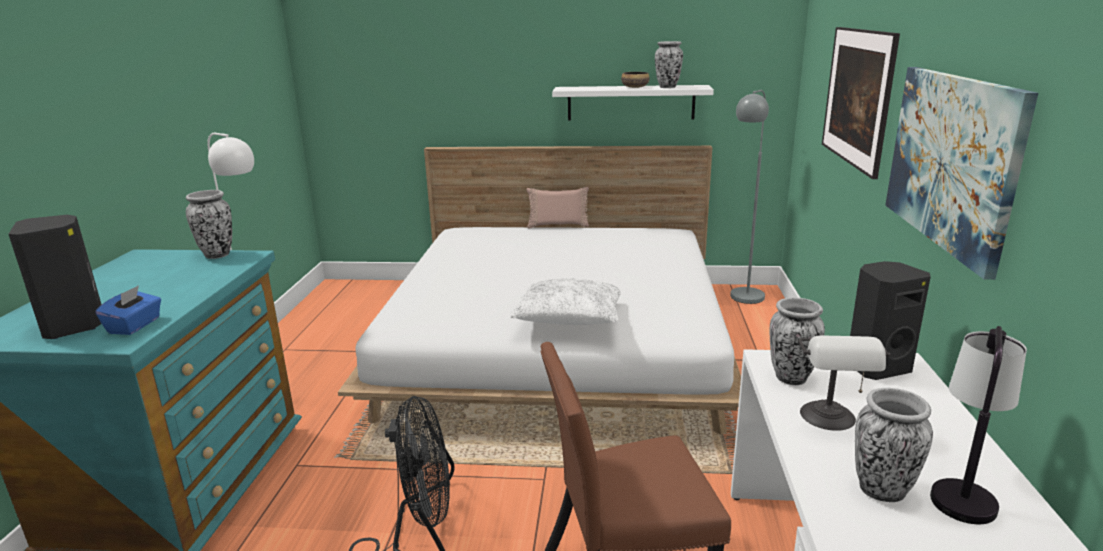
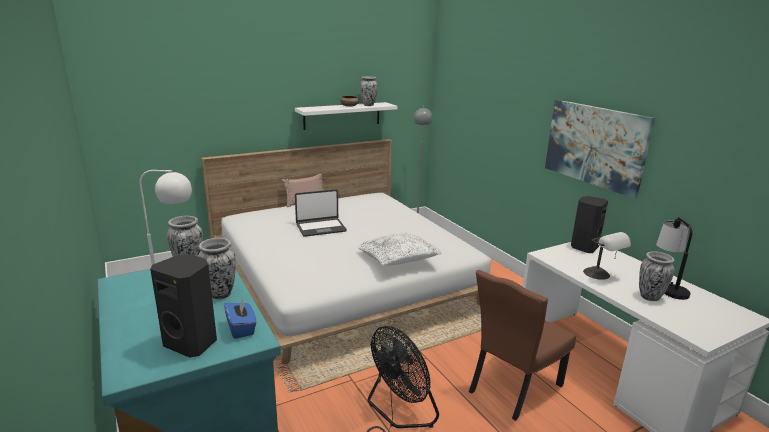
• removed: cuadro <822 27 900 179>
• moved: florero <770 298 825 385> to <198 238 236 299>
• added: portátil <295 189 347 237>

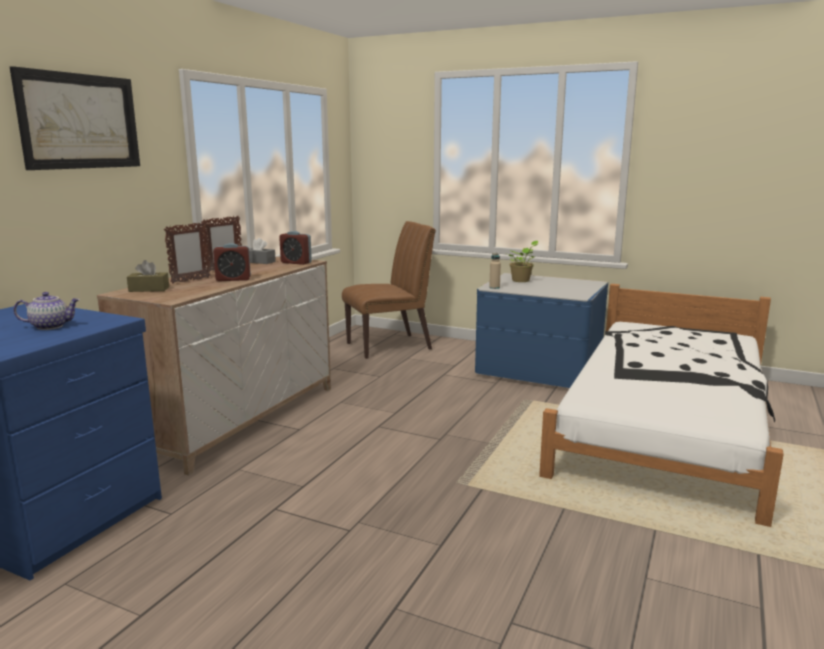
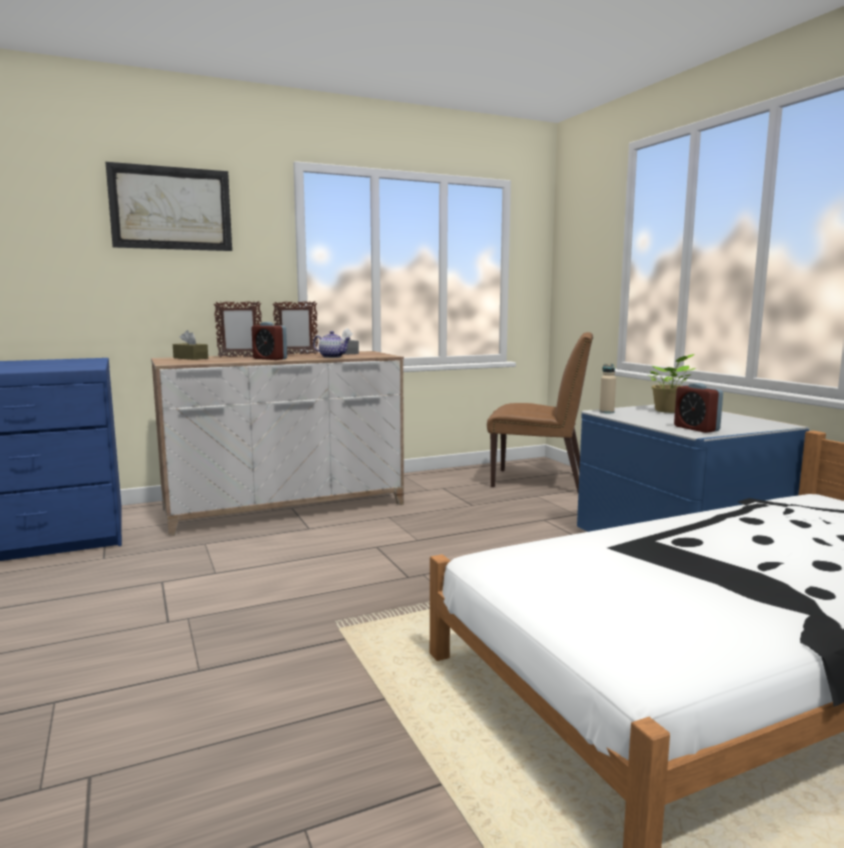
• moved: despertador <279 231 312 265> to <674 383 723 433>
• moved: tetera <13 292 80 330> to <313 331 351 358>

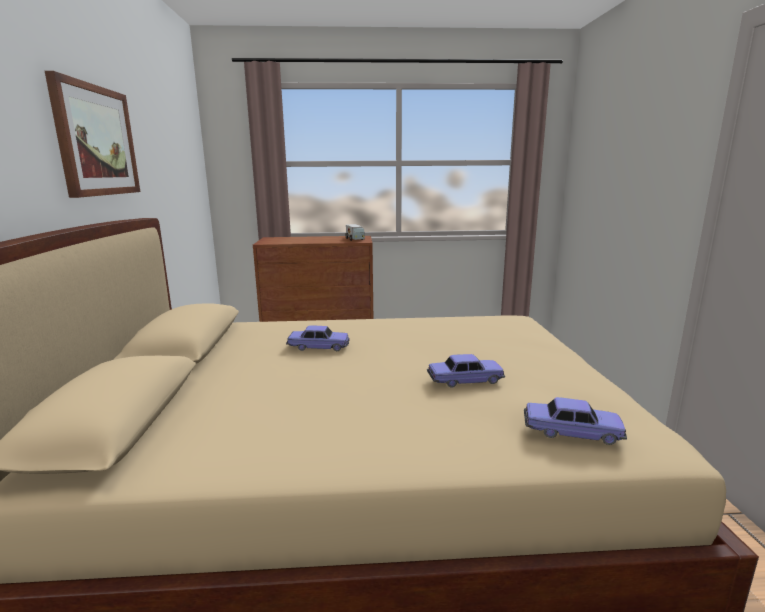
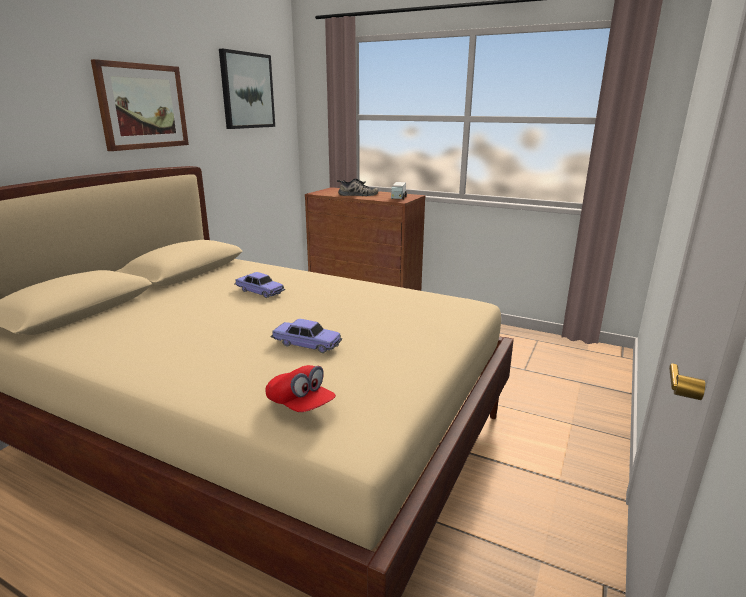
• replaced: coche de juguete <524 397 627 445> to gorra [rojo] <265 365 336 412>
• added: cuadro <219 49 275 129>
• added: zapato <337 178 379 196>

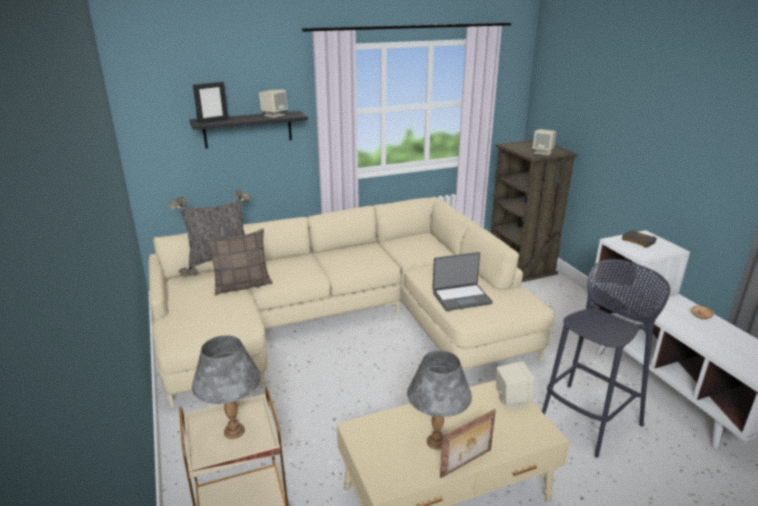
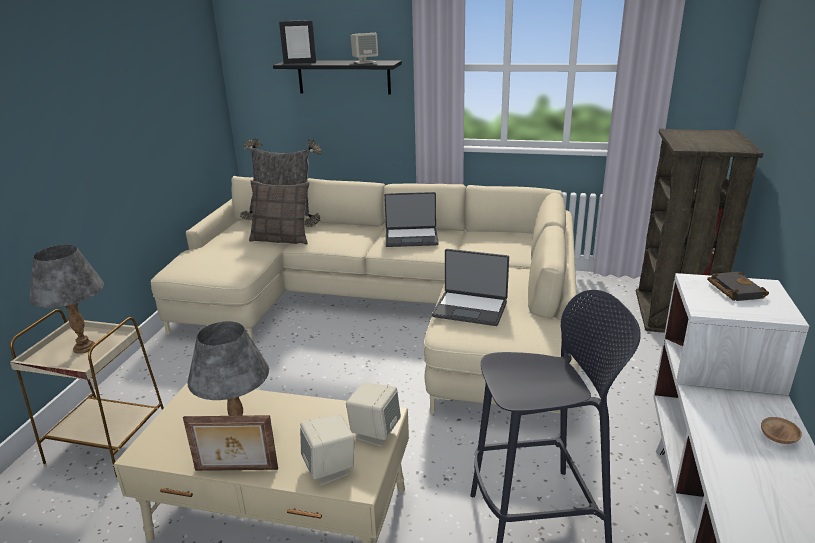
• moved: altavoz [beis] <532 129 557 155> to <300 414 354 485>
• added: portátil <384 192 439 247>

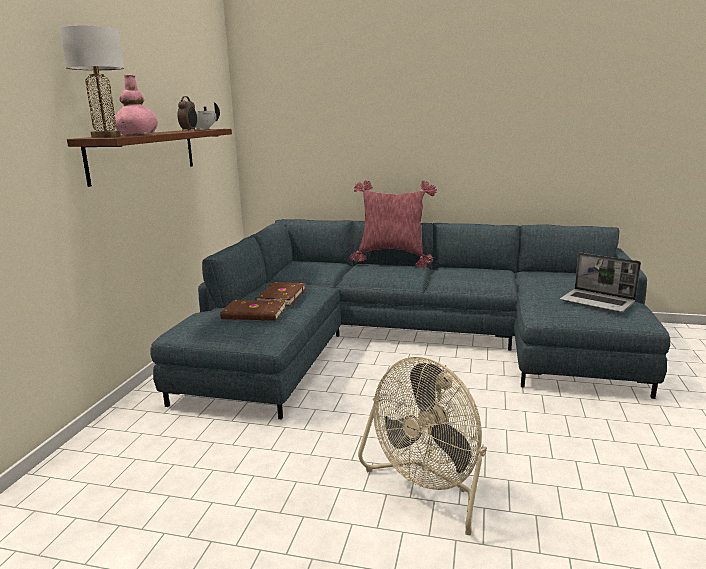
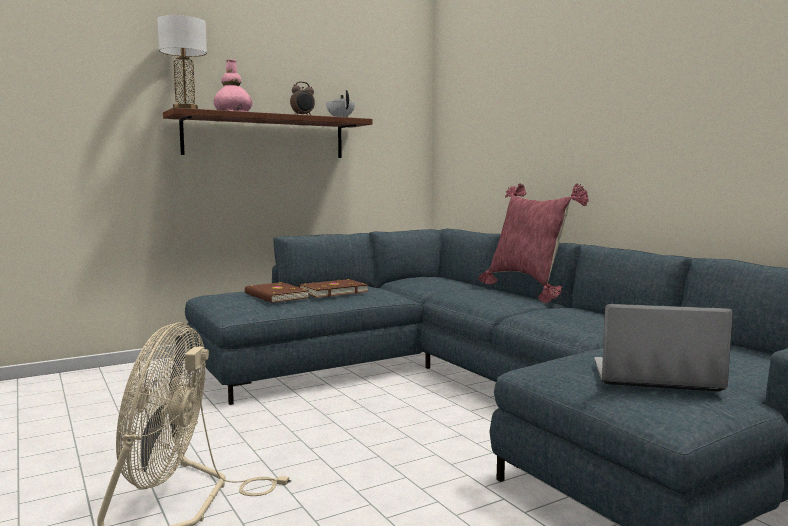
• turned: portátil <560 253 641 313> = <594 304 733 392> 105 degrees clockwise

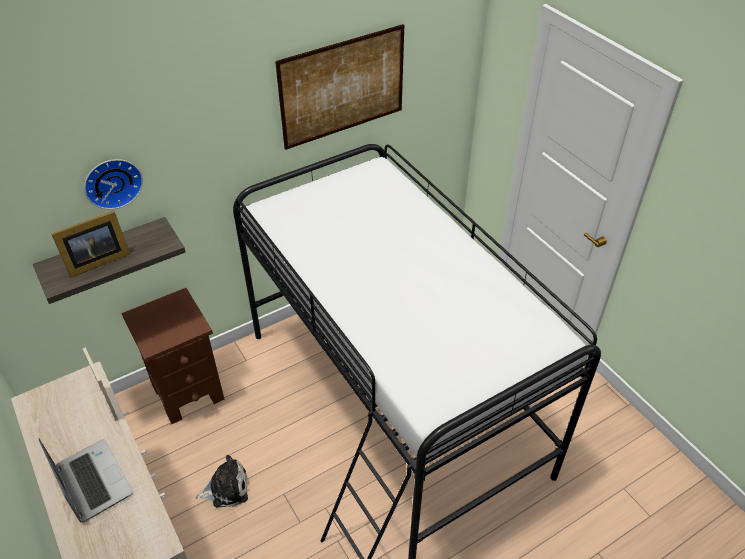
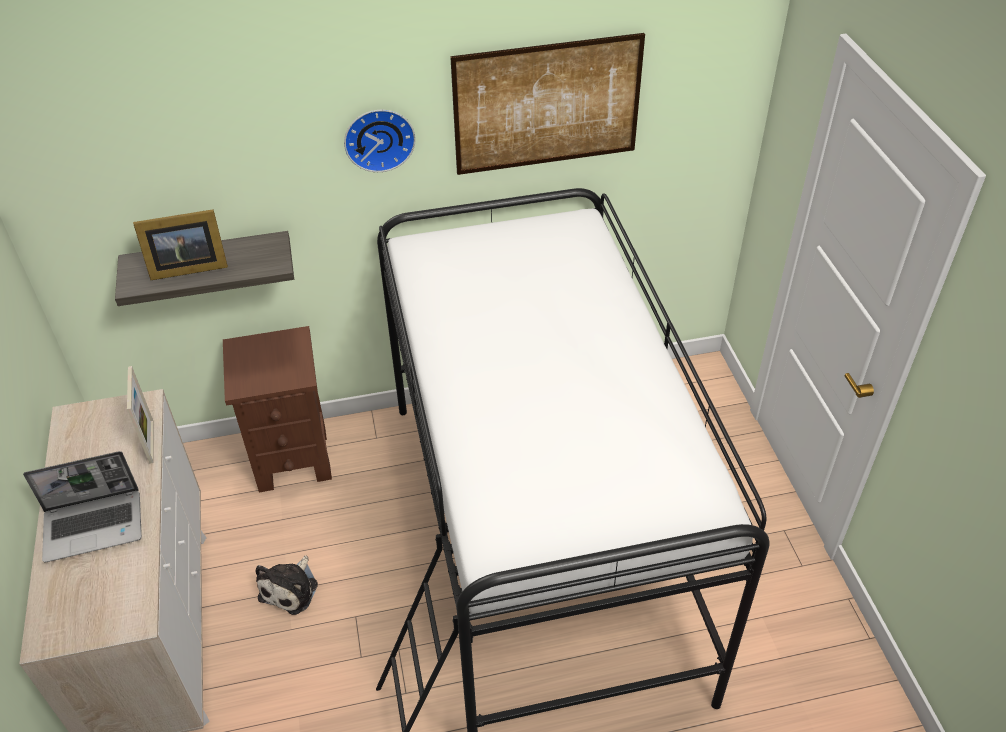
• moved: reloj de pared <84 159 143 209> to <344 110 416 172>
• turned: portátil <38 438 133 522> = <23 451 142 563> 90 degrees clockwise
• turned: peluche <196 455 248 507> = <256 555 318 615> 105 degrees clockwise

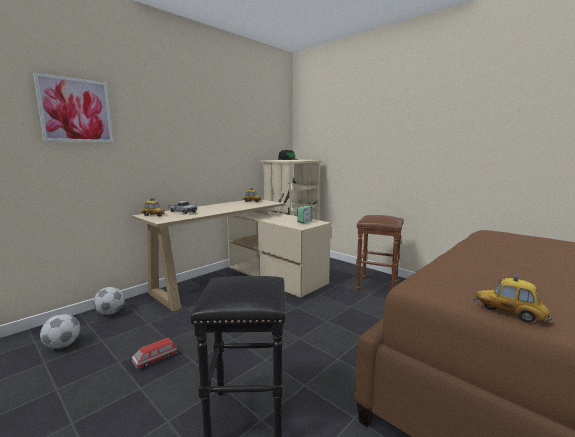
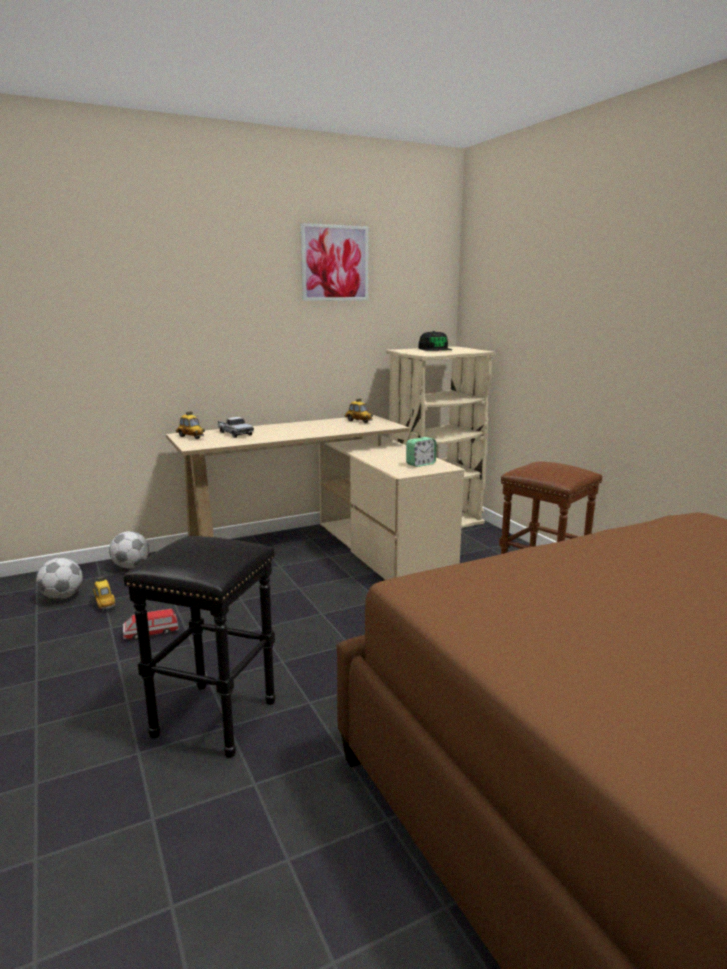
• moved: cuadro <33 73 113 142> to <300 223 368 301>
• moved: coche de juguete <474 273 552 323> to <93 577 115 611>

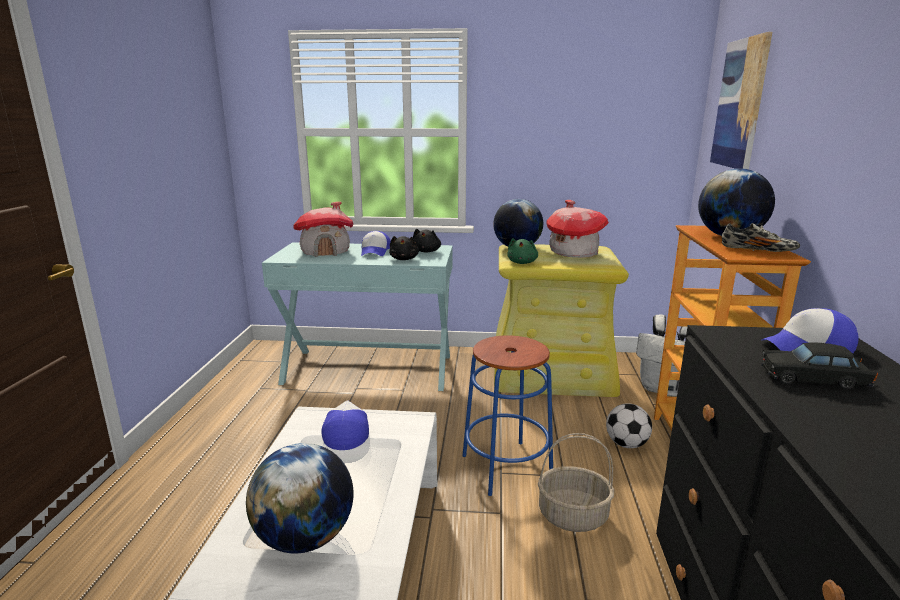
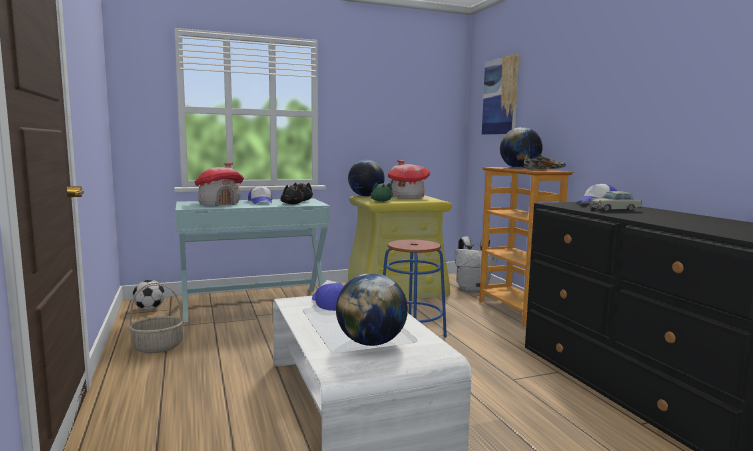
• recoloured: coche de juguete [negro] <761 343 878 389> to coche de juguete [beis] <589 191 642 212>
• moved: balón de fútbol <606 403 652 448> to <132 280 165 310>
• moved: cesta <538 433 614 532> to <128 283 184 353>

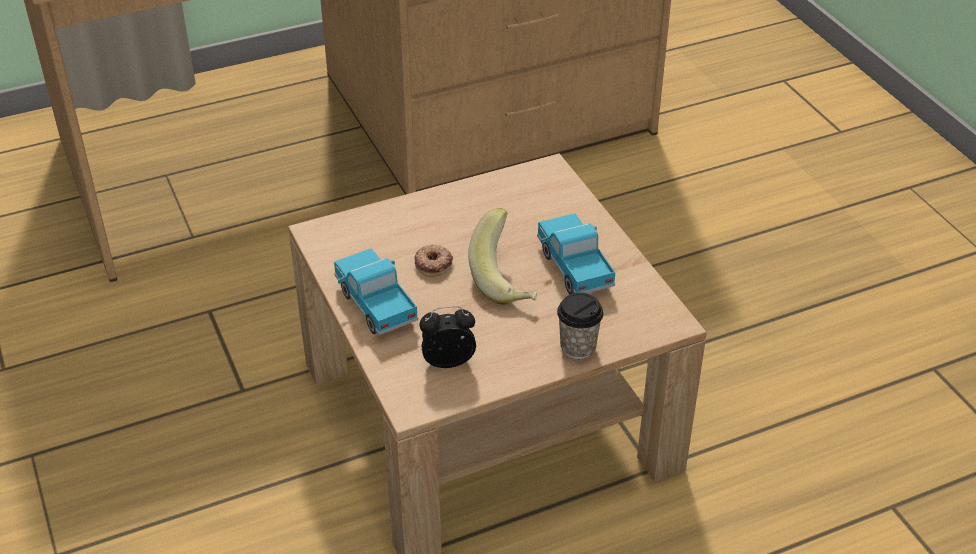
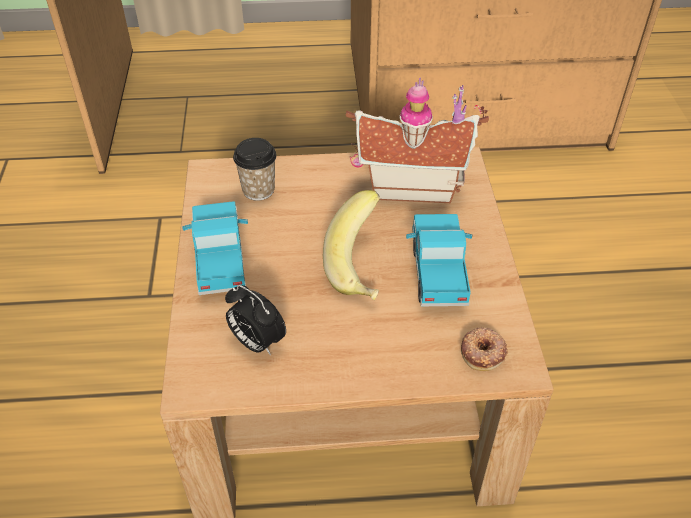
• moved: rosquilla <414 244 453 277> to <461 327 508 371>
• moved: taza <557 292 604 359> to <233 138 277 201>
• turned: despertador <419 306 476 368> = <225 285 286 355> 150 degrees counterclockwise
• added: casita <346 78 489 203>

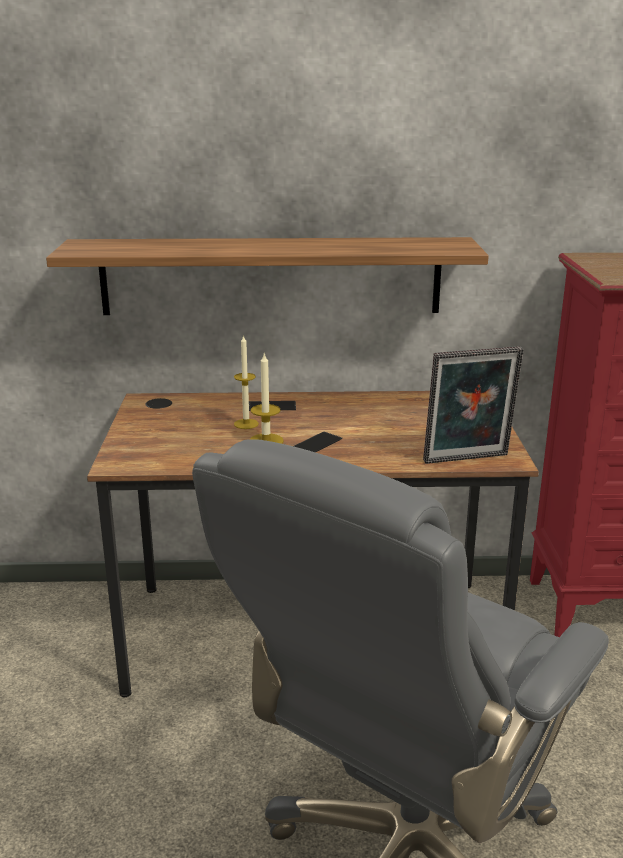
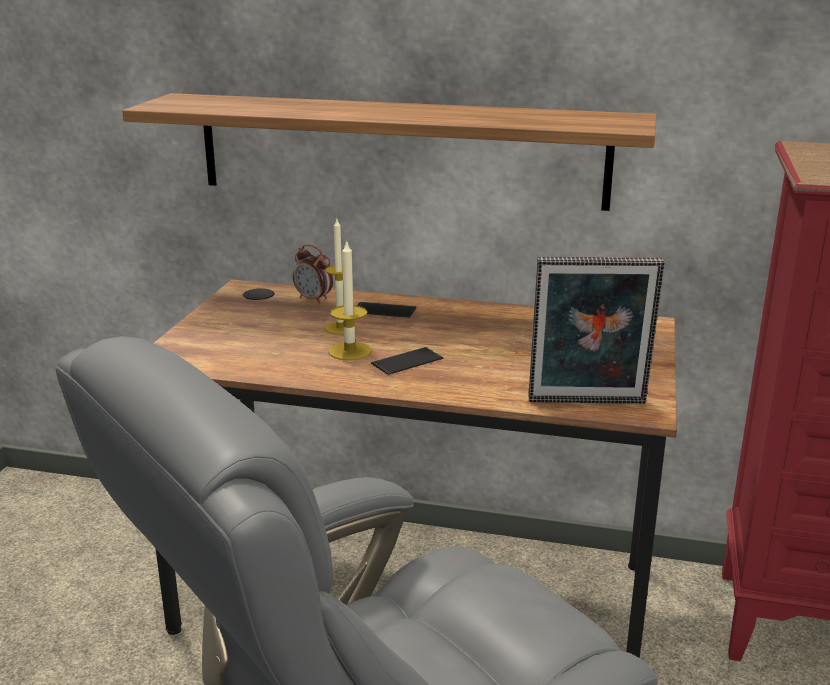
• added: despertador <293 244 333 304>

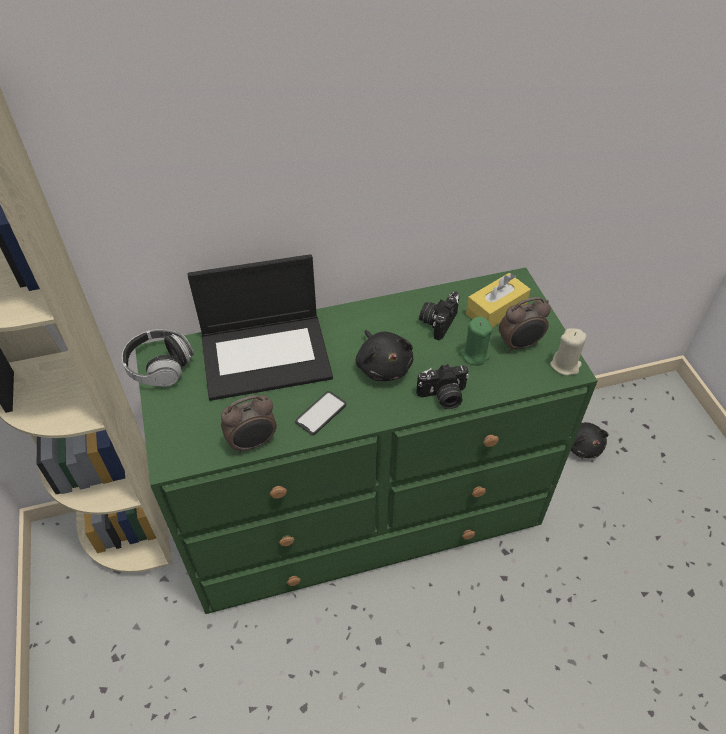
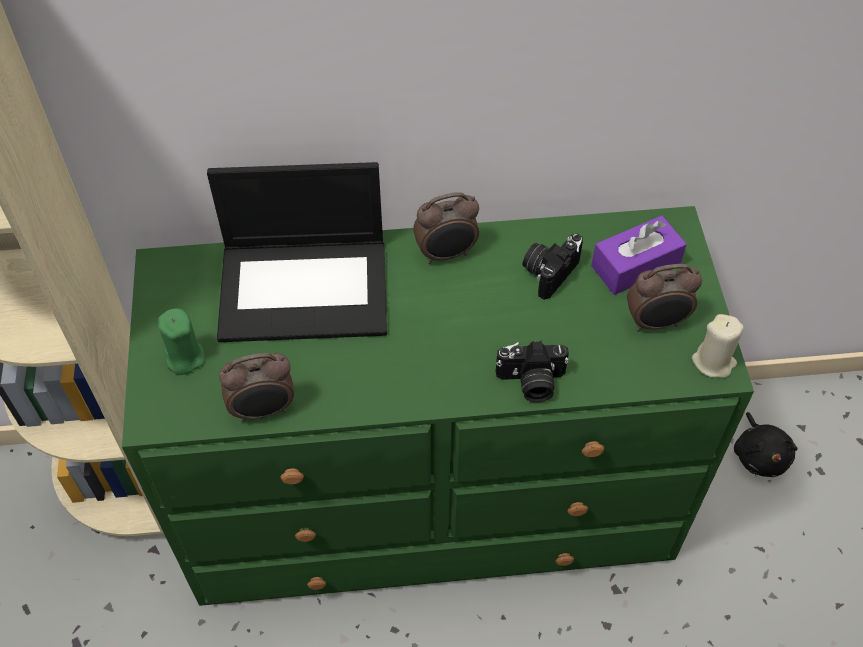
• recoloured: caja de pañuelos [amarillo] <466 273 531 327> to caja de pañuelos [morado] <591 215 687 295>
• moved: vela [verde] <459 316 493 366> to <158 308 204 375>
• removed: auriculares <122 329 194 387>
• removed: peluche [negro] <356 330 413 381>
• removed: móvil <295 391 346 435>
• added: despertador <413 192 479 264>

